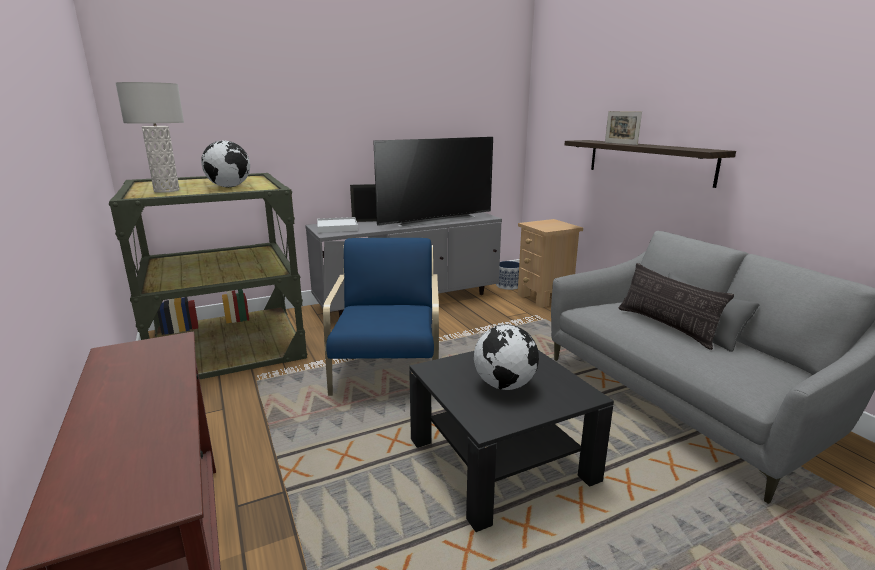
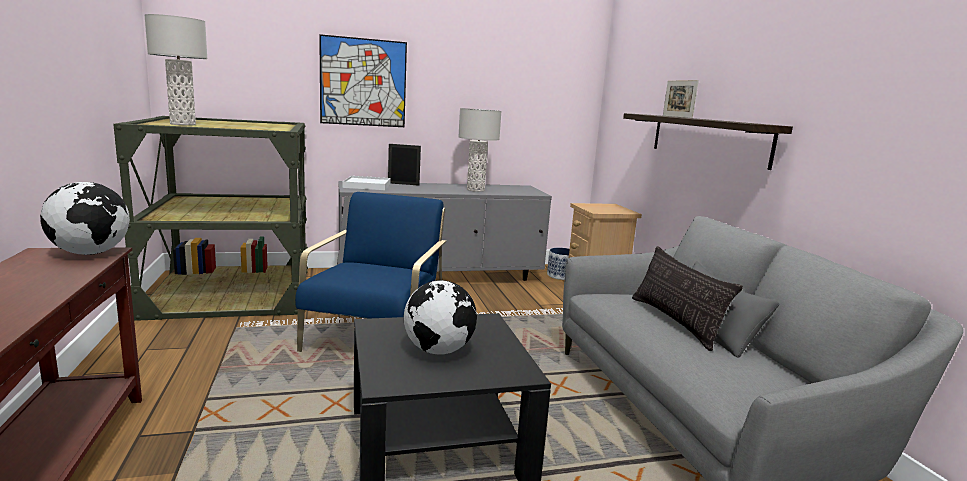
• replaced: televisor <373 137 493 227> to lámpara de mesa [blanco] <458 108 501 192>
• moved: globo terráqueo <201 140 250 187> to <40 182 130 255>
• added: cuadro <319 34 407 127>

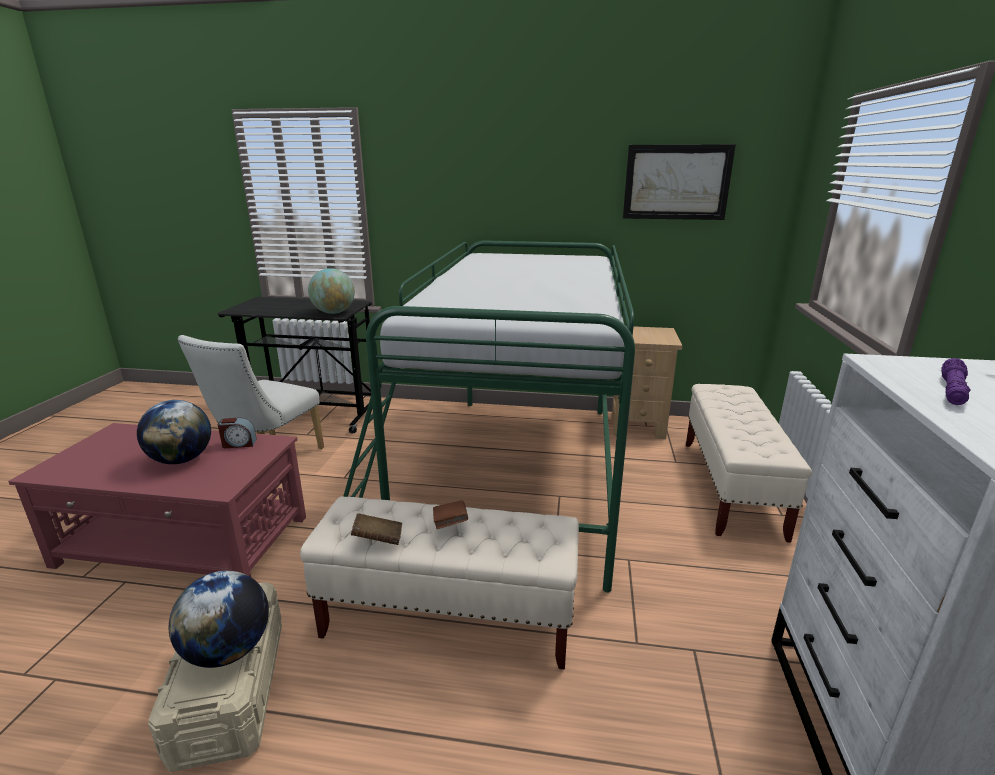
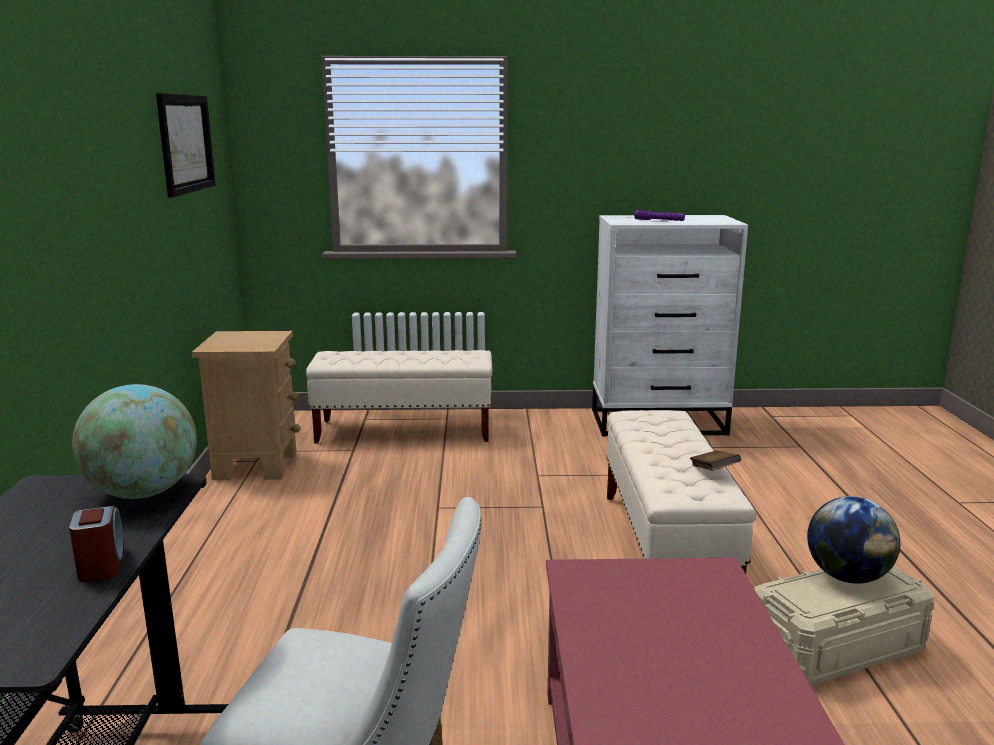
• removed: cama [verde] <343 241 635 593>
• removed: globo terráqueo <137 400 211 464>
• moved: despertador <218 418 257 448> to <69 506 124 582>
• removed: libro [marrón] <433 500 468 529>

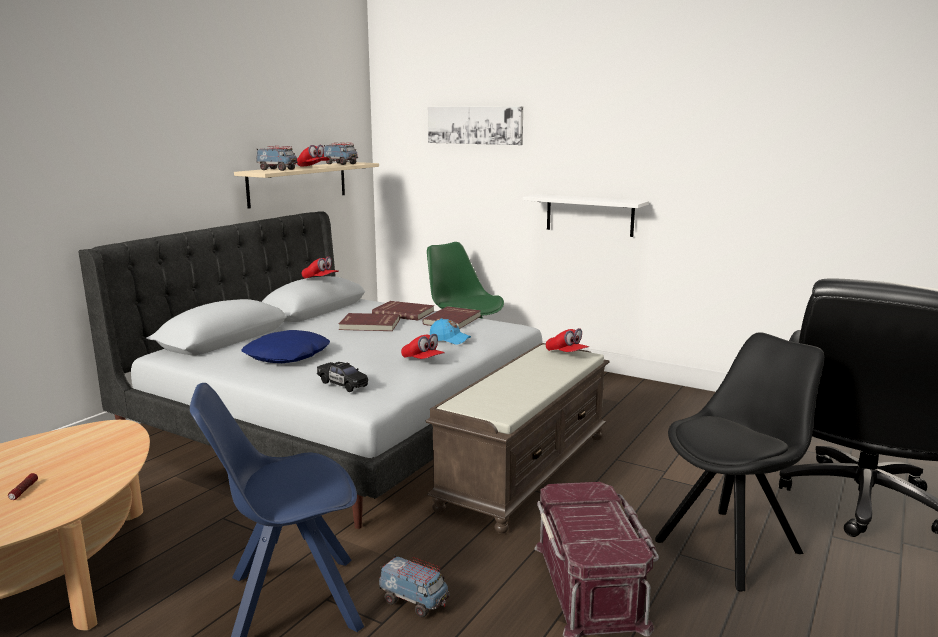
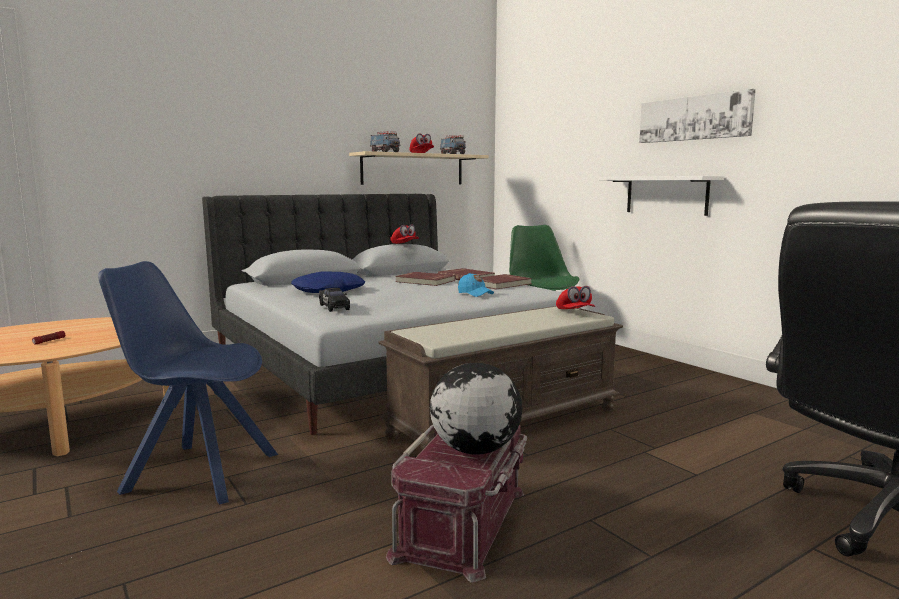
• moved: cuadro <428 107 523 145> to <639 89 756 143>
• removed: silla [negro] <655 332 824 592>
• removed: gorra [rojo] <401 334 445 359>
• removed: camión de juguete <379 555 449 617>
• added: globo terráqueo <430 363 522 455>

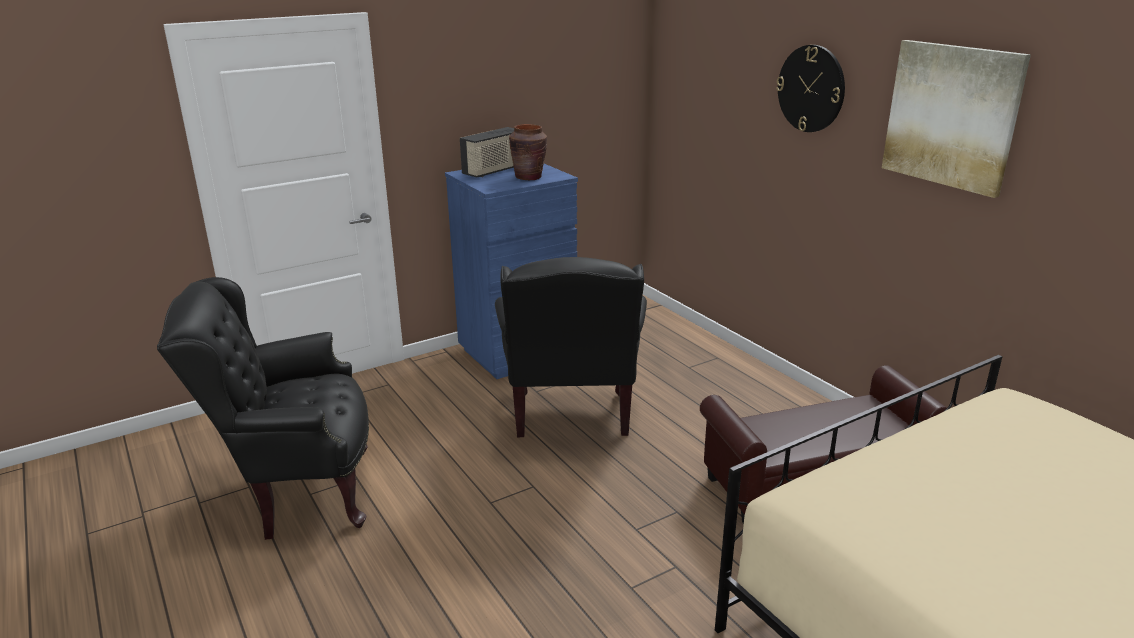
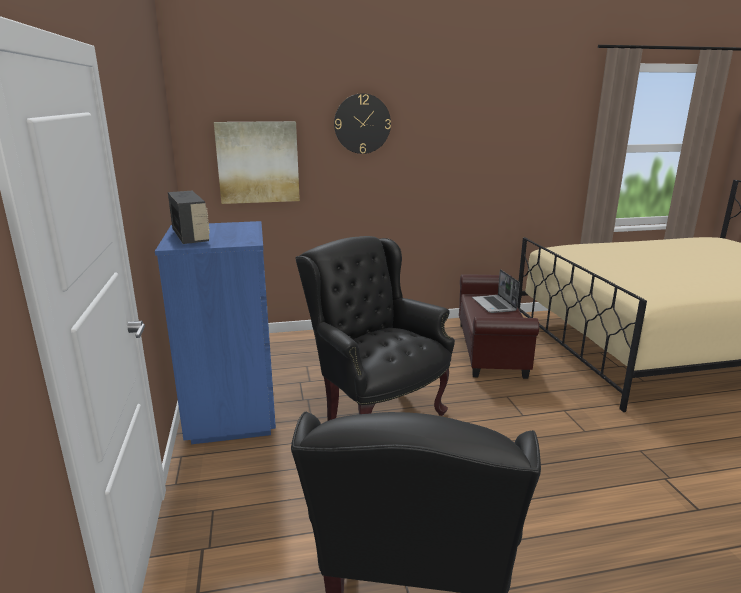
• moved: cuadro <882 40 1031 198> to <214 121 300 204>
• removed: florero [marrón] <509 124 547 180>
• turned: sillón [negro] <495 257 647 437> = <295 236 455 421> 150 degrees counterclockwise
• added: portátil <472 269 520 313>

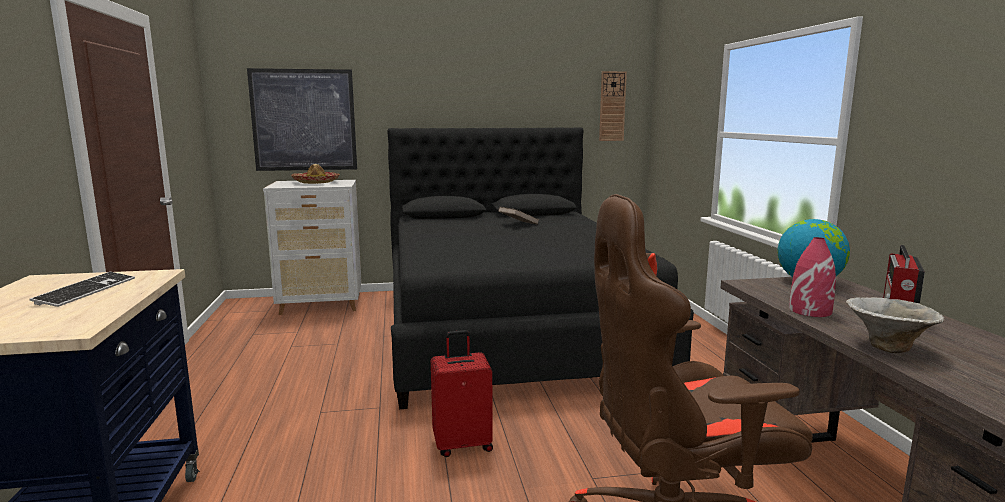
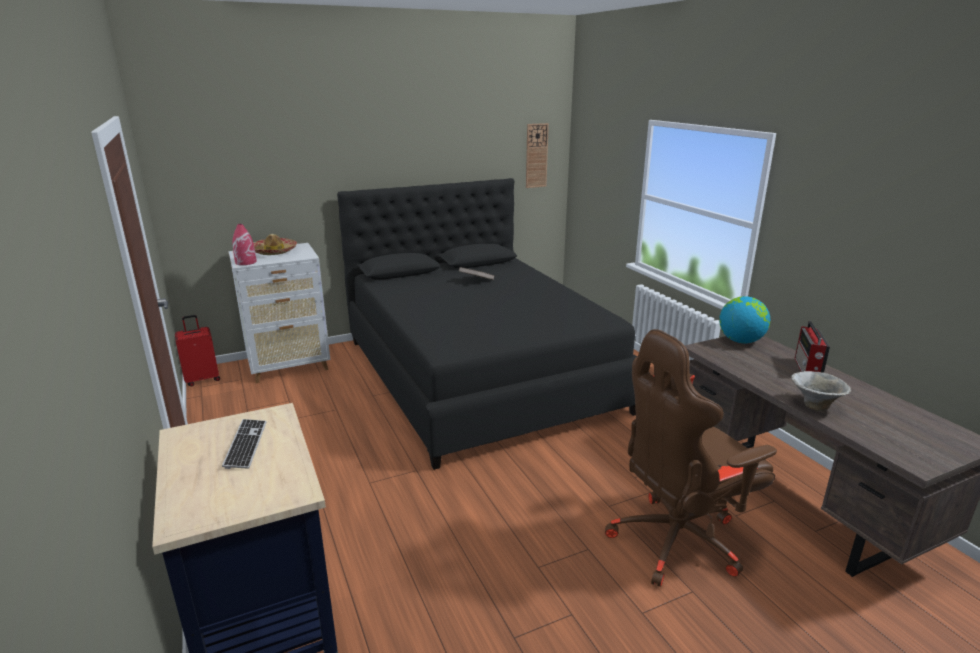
• removed: cuadro <247 68 357 171>
• moved: florero [rojo] <789 237 836 317> to <233 224 257 265>
• moved: maleta [rojo] <431 330 493 457> to <175 315 220 386>

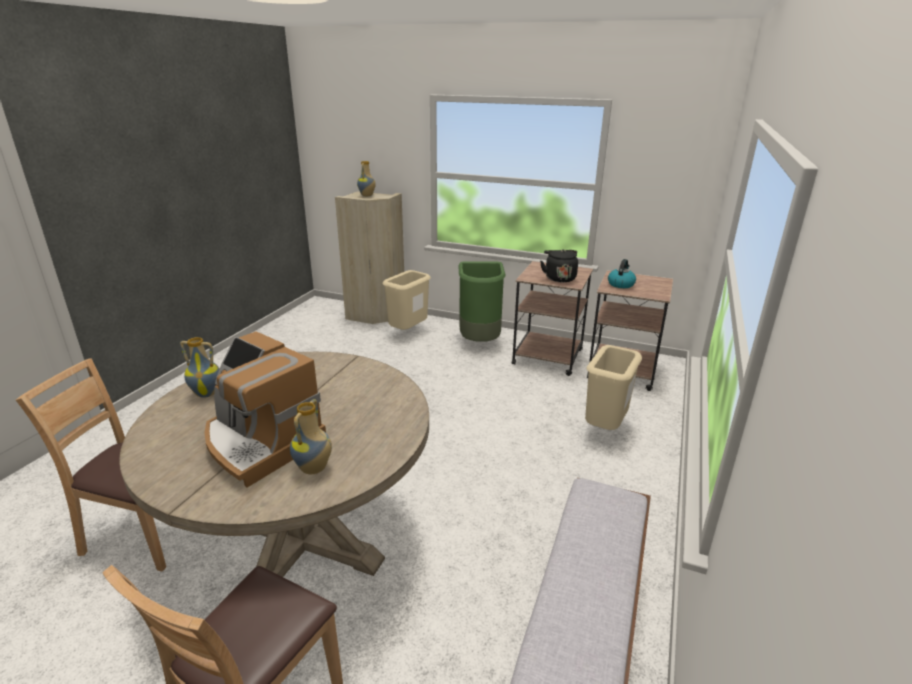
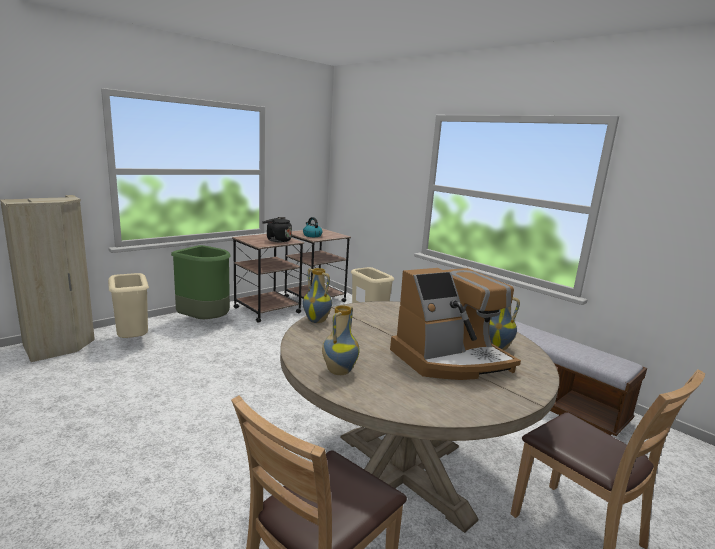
• moved: florero <357 161 376 196> to <303 268 332 323>

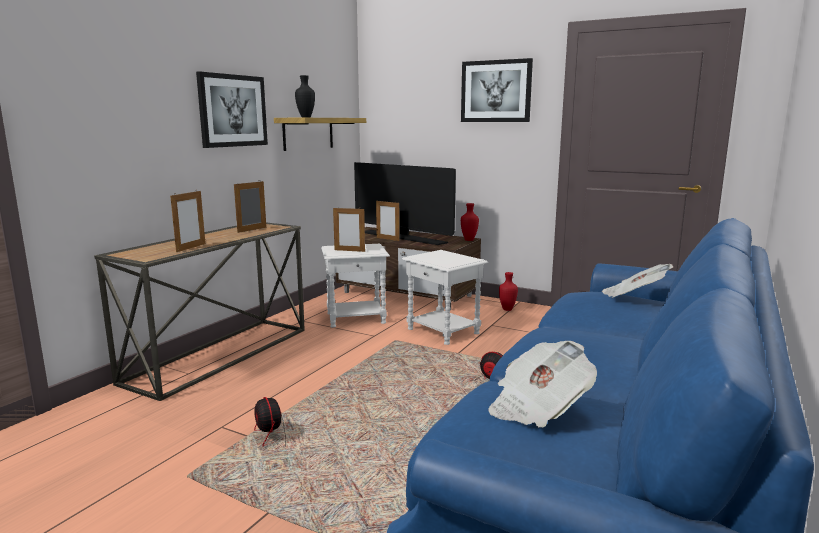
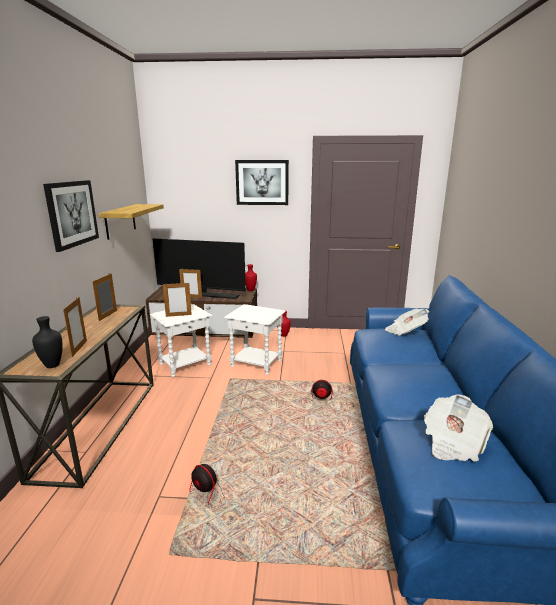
• moved: florero [negro] <295 75 315 118> to <32 316 63 368>

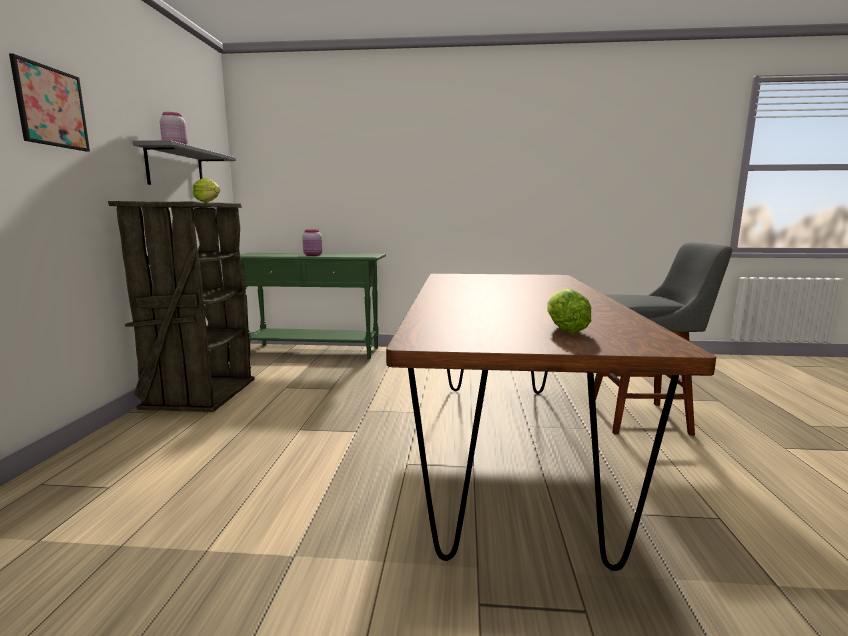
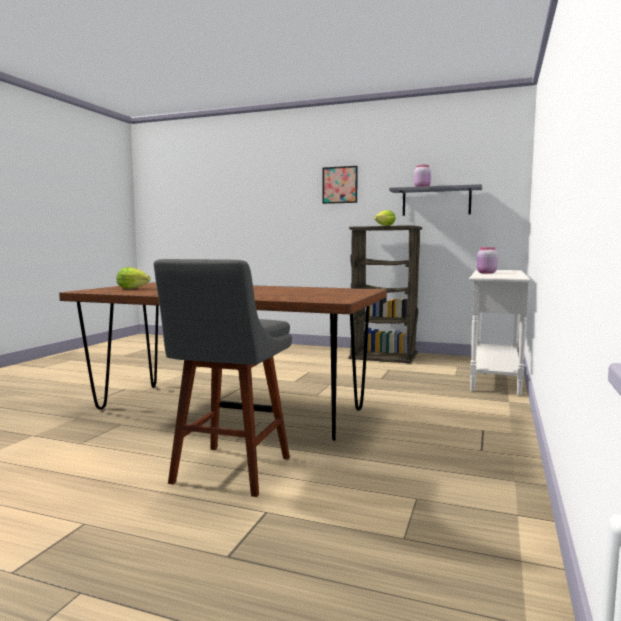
• recoloured: mesa consola [verde] <240 253 386 359> to mesa consola [blanco] <469 270 530 395>

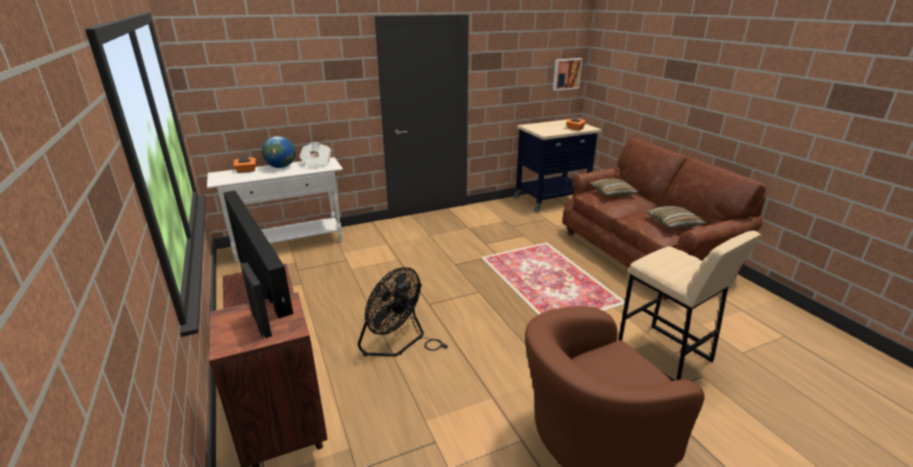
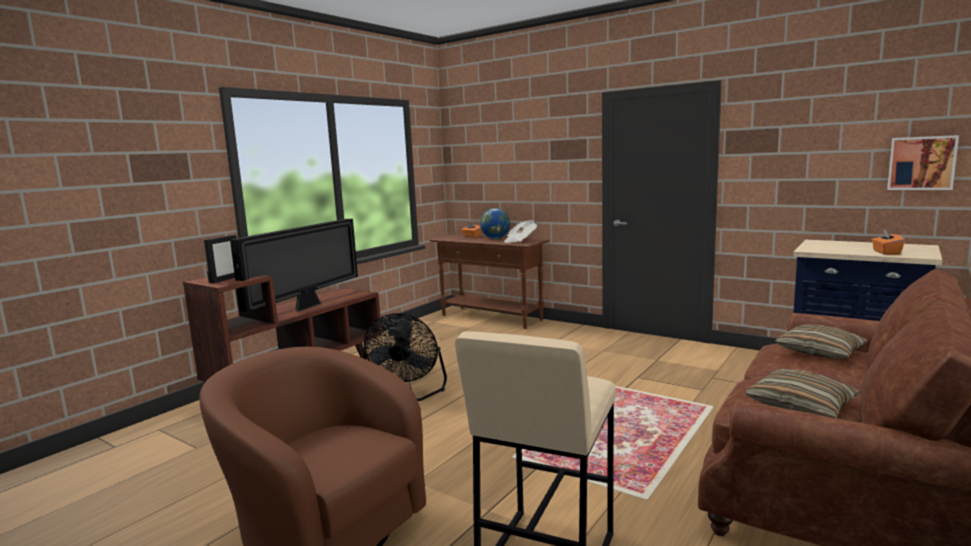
• recoloured: mesa consola [blanco] <207 157 343 263> to mesa consola [marrón] <429 234 549 329>

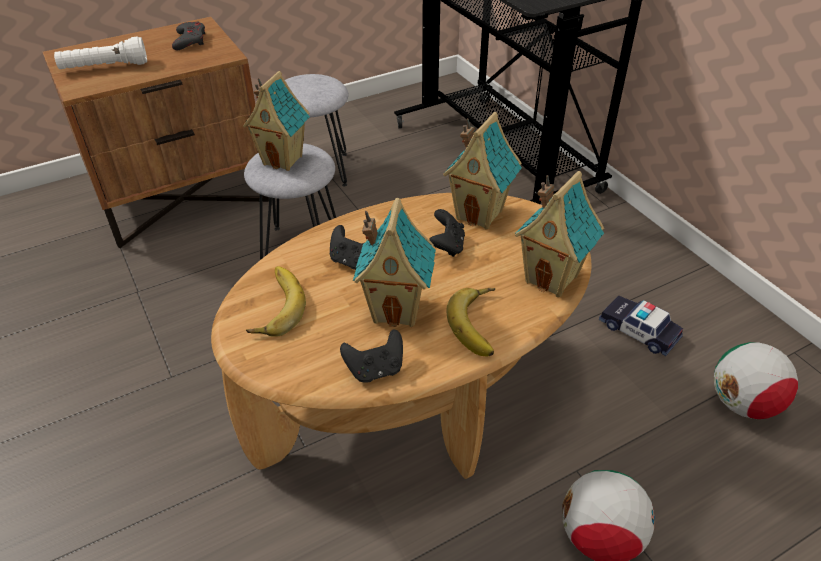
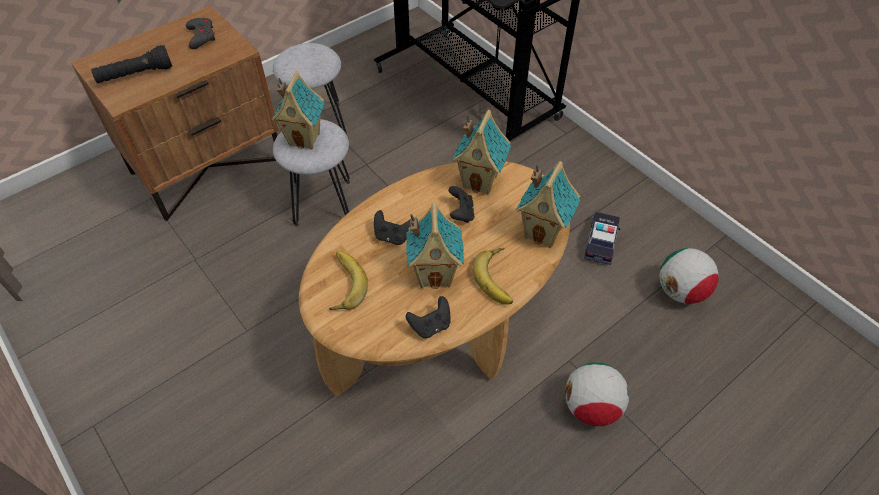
• recoloured: linterna [blanco] <54 36 147 69> to linterna [negro] <91 45 172 83>
• turned: coche de juguete <599 295 683 356> = <584 212 620 265> 75 degrees clockwise

